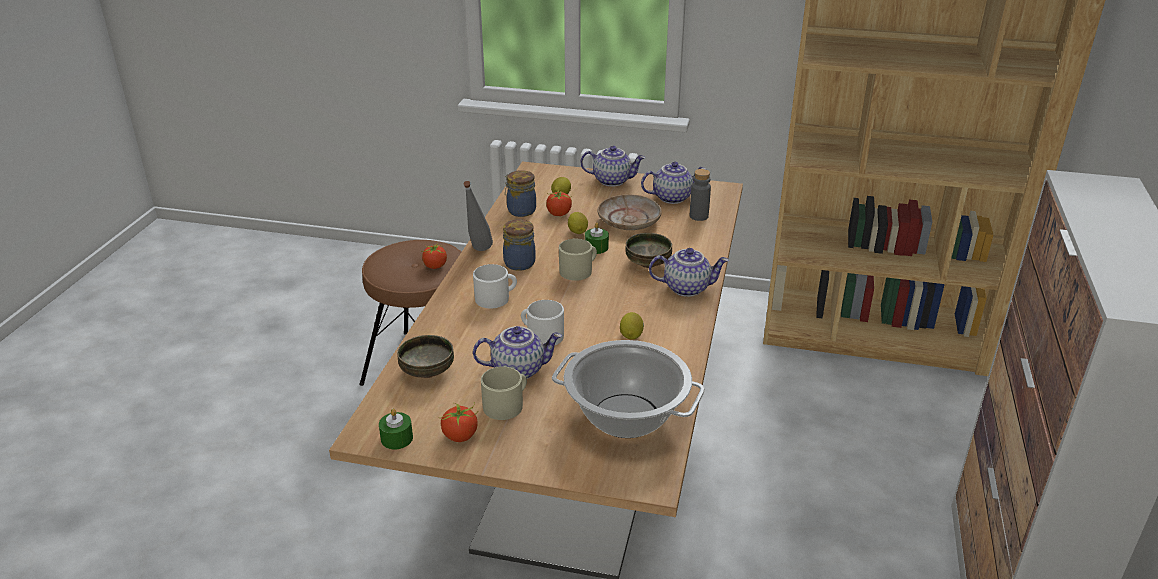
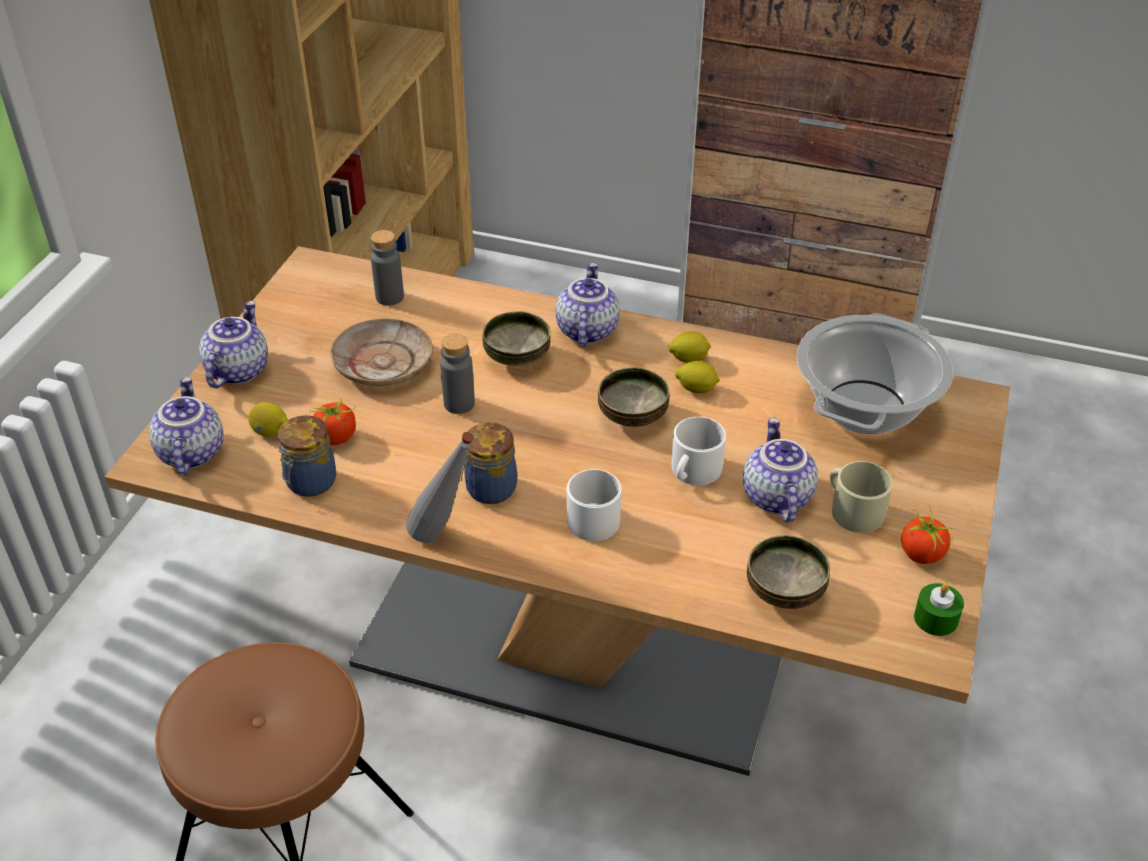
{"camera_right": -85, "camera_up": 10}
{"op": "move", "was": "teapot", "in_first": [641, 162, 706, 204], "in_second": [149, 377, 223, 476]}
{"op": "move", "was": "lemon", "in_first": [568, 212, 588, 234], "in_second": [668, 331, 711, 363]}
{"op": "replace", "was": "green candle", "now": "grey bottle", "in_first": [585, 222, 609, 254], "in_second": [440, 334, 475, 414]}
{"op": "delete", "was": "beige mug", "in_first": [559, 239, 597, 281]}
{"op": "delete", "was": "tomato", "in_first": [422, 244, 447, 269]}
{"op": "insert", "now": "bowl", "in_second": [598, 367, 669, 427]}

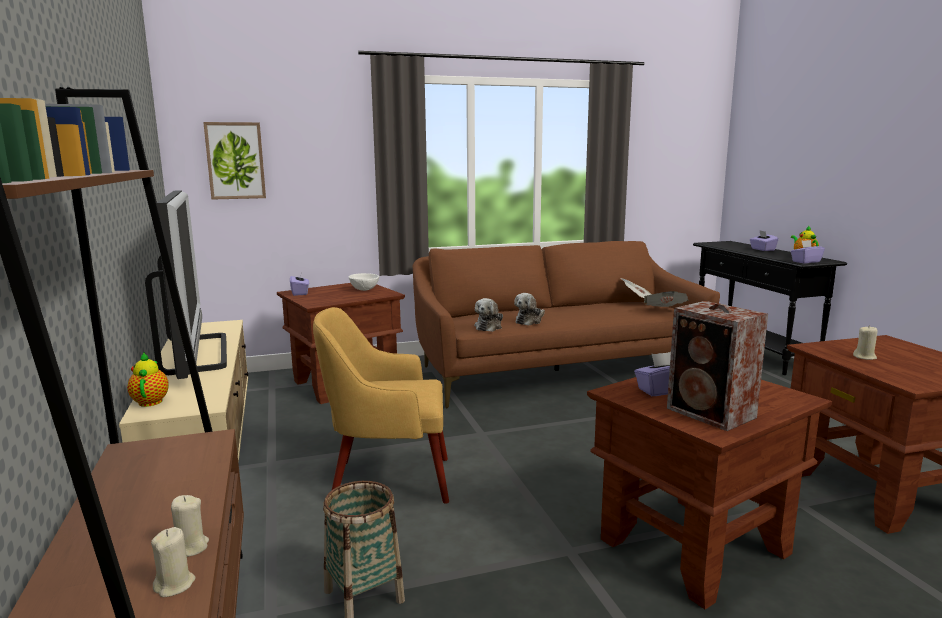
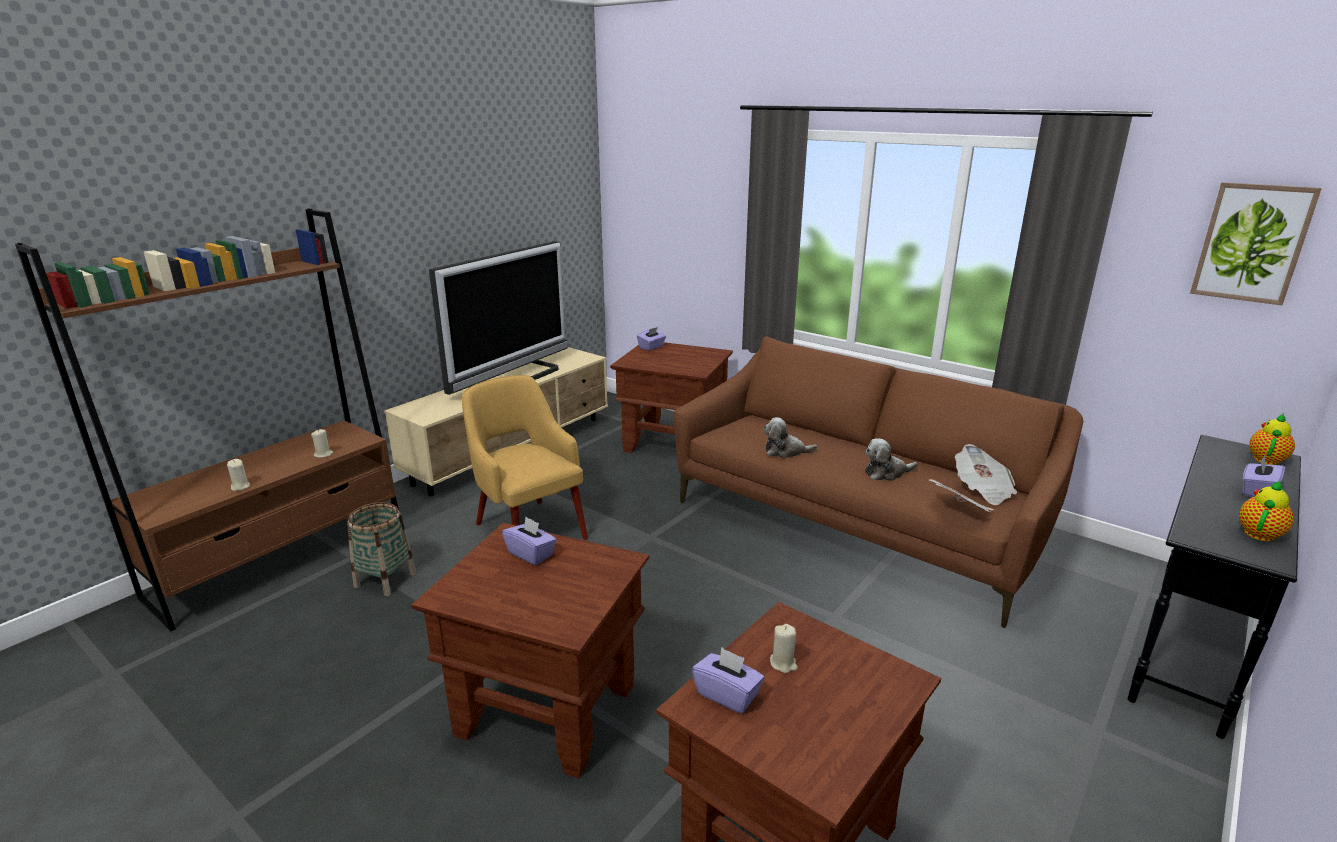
{"camera_right": 55, "camera_up": 10}
{"op": "move", "was": "picture", "in_first": [203, 122, 266, 200], "in_second": [1190, 182, 1322, 305]}
{"op": "move", "was": "purple tissue box", "in_first": [790, 240, 825, 264], "in_second": [692, 647, 764, 714]}
{"op": "delete", "was": "white bowl", "in_first": [349, 273, 379, 291]}
{"op": "move", "was": "plush toy", "in_first": [474, 298, 503, 332], "in_second": [865, 438, 918, 481]}
{"op": "delete", "was": "speaker", "in_first": [667, 301, 768, 431]}
{"op": "move", "was": "teapot", "in_first": [127, 352, 169, 407], "in_second": [1249, 413, 1295, 465]}
{"op": "move", "was": "beige candle", "in_first": [151, 527, 196, 597], "in_second": [311, 429, 333, 458]}

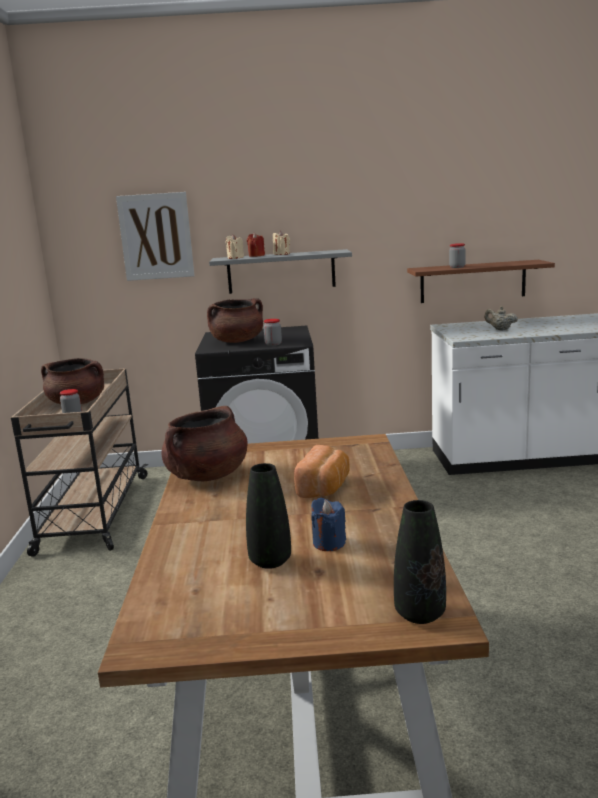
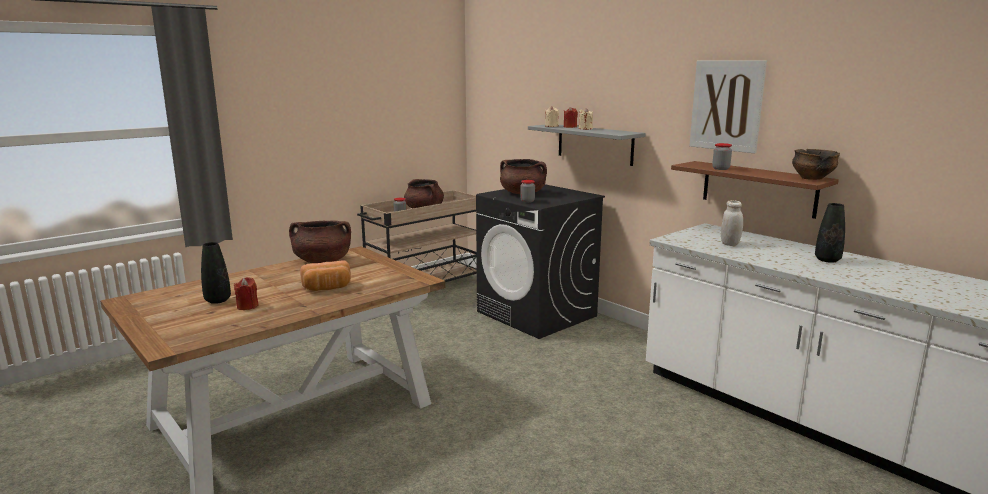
{"camera_right": 50, "camera_up": 0}
{"op": "move", "was": "picture", "in_first": [116, 192, 194, 281], "in_second": [689, 60, 767, 154]}
{"op": "replace", "was": "beige teapot", "now": "white jar", "in_first": [484, 306, 518, 331], "in_second": [721, 200, 743, 246]}
{"op": "recolor", "was": "blue candle", "now": "red candle", "in_first": [311, 498, 346, 551], "in_second": [234, 277, 259, 310]}
{"op": "move", "was": "black vase", "in_first": [394, 500, 446, 624], "in_second": [815, 203, 845, 263]}
{"op": "insert", "now": "bowl", "in_second": [792, 149, 840, 180]}

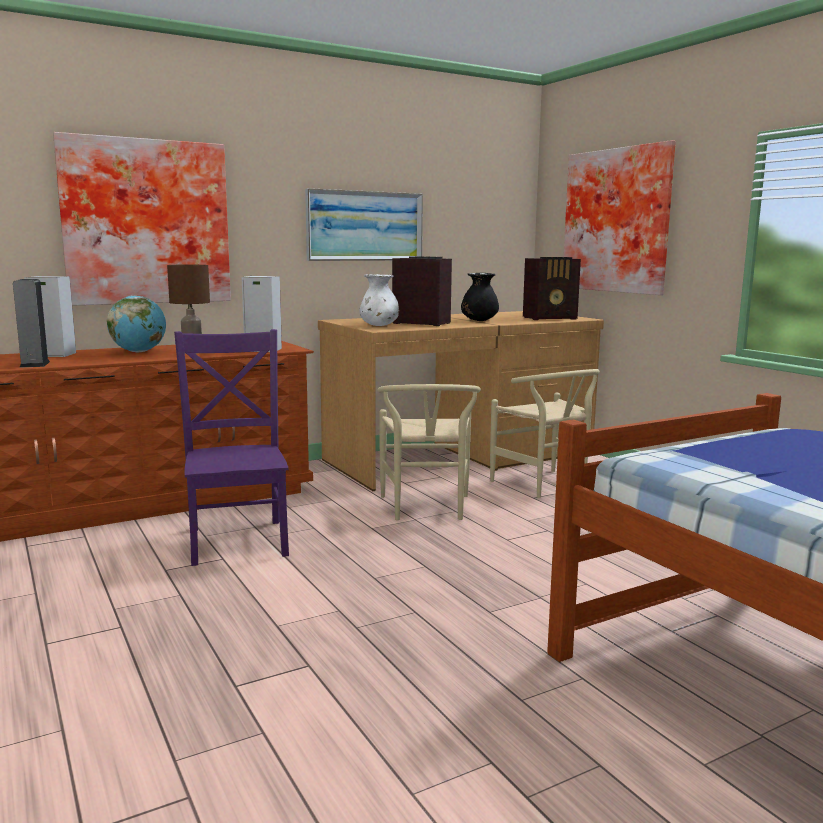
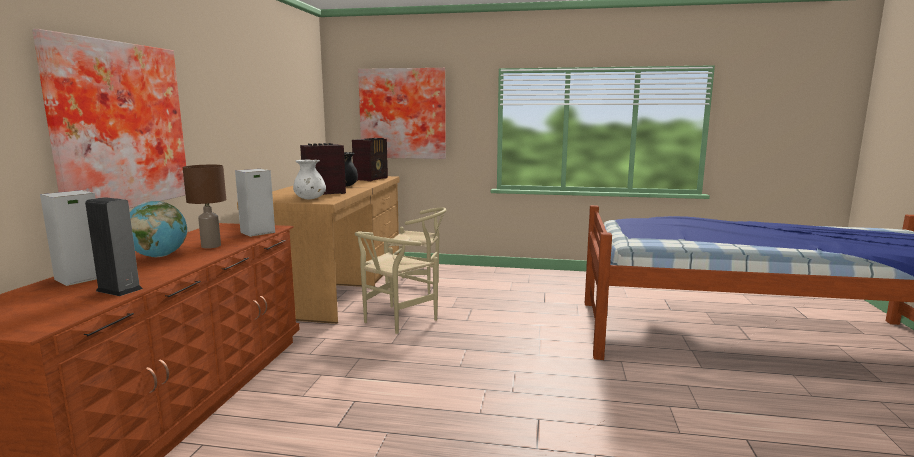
{"camera_right": -50, "camera_up": 0}
{"op": "delete", "was": "picture", "in_first": [305, 188, 423, 261]}
{"op": "delete", "was": "purple chair", "in_first": [174, 329, 289, 566]}
{"op": "rotate", "was": "beige chair", "in_first": [378, 384, 481, 520], "in_second": [355, 231, 438, 334], "clockwise": 90}

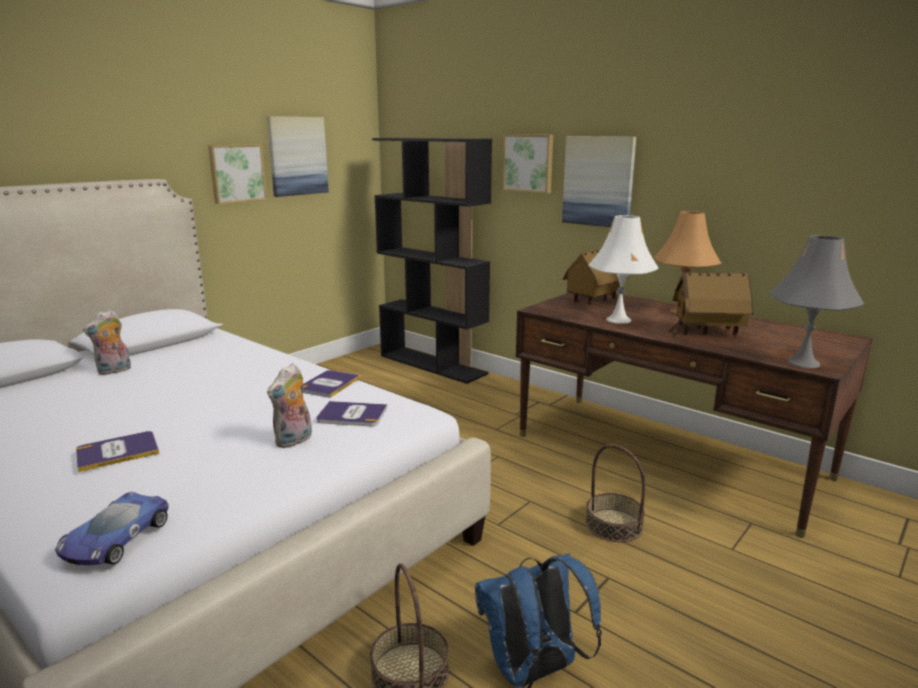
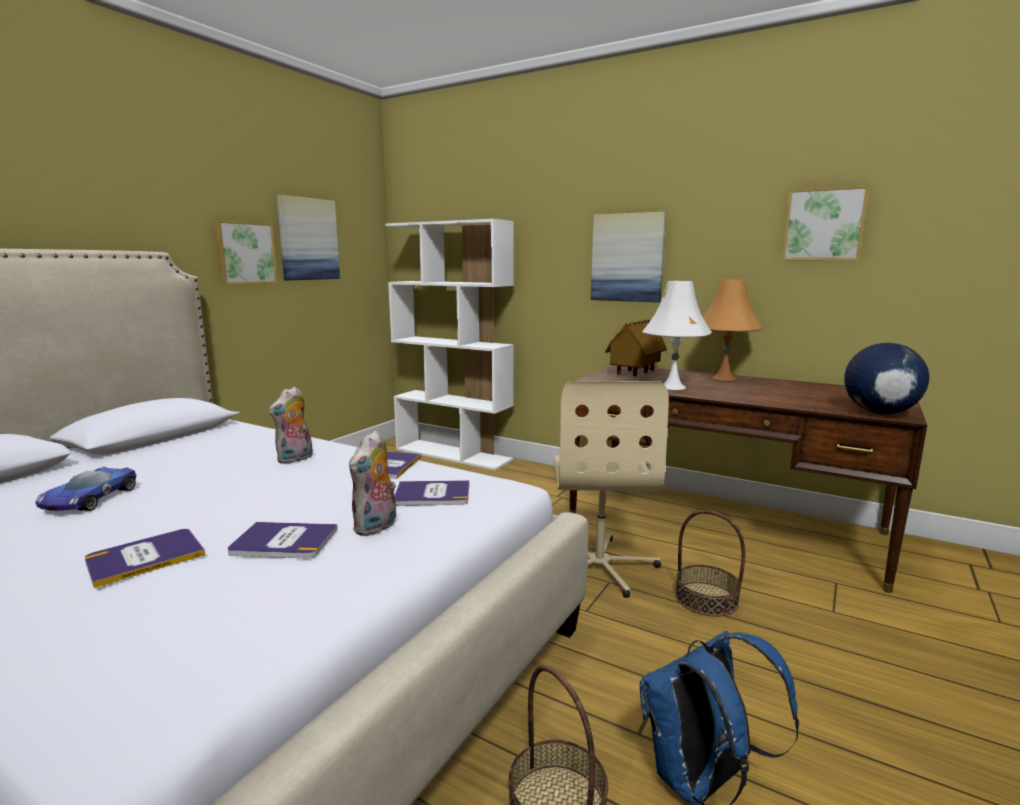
{"camera_right": -10, "camera_up": -5}
{"op": "move", "was": "picture", "in_first": [502, 134, 553, 193], "in_second": [782, 185, 869, 260]}
{"op": "recolor", "was": "black bookcase", "now": "white bookcase", "in_first": [372, 138, 492, 384], "in_second": [385, 219, 514, 470]}
{"op": "replace", "was": "grey table lamp", "now": "globe", "in_first": [769, 235, 864, 368], "in_second": [844, 343, 929, 414]}
{"op": "delete", "was": "toy house", "in_first": [669, 272, 753, 337]}
{"op": "move", "was": "plush toy", "in_first": [83, 310, 131, 375], "in_second": [268, 387, 313, 464]}
{"op": "move", "was": "toy car", "in_first": [55, 492, 169, 565], "in_second": [35, 467, 136, 511]}
{"op": "insert", "now": "beige office chair", "in_second": [554, 381, 669, 598]}
{"op": "insert", "now": "book", "in_second": [228, 522, 337, 558]}

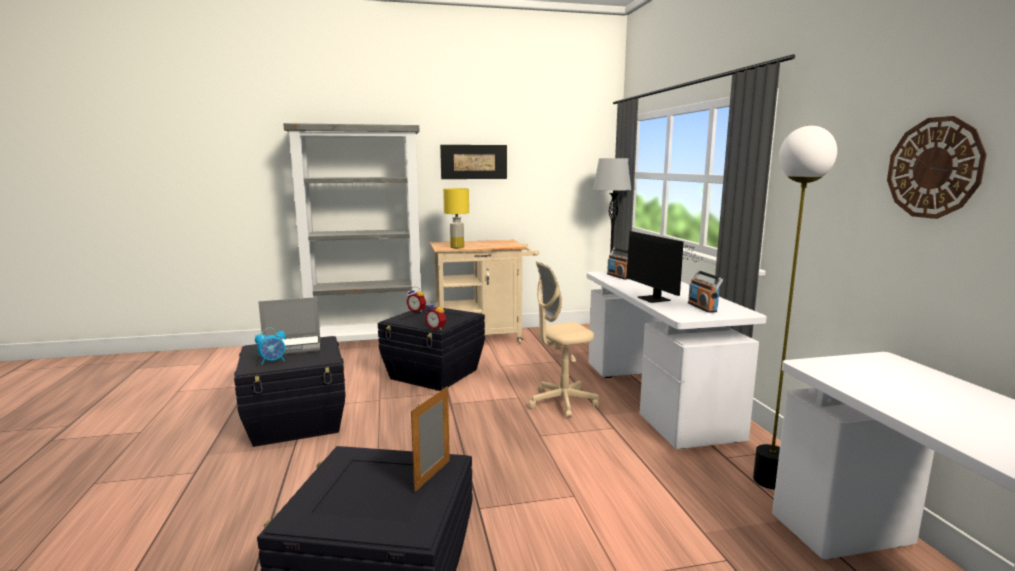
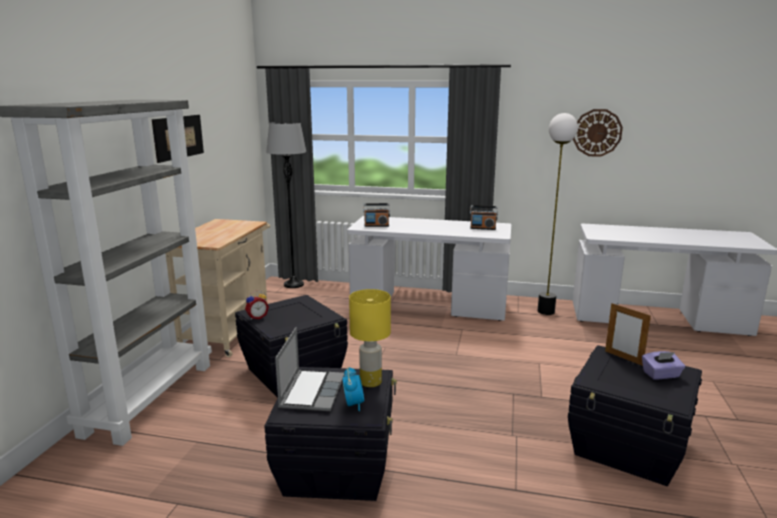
{"camera_right": -65, "camera_up": 5}
{"op": "move", "was": "yellow table lamp", "in_first": [443, 188, 469, 248], "in_second": [349, 289, 391, 387]}
{"op": "delete", "was": "monitor", "in_first": [626, 231, 702, 303]}
{"op": "delete", "was": "beige office chair", "in_first": [528, 261, 599, 418]}
{"op": "delete", "was": "alarm clock", "in_first": [425, 301, 446, 330]}
{"op": "insert", "now": "purple tissue box", "in_second": [642, 351, 685, 380]}

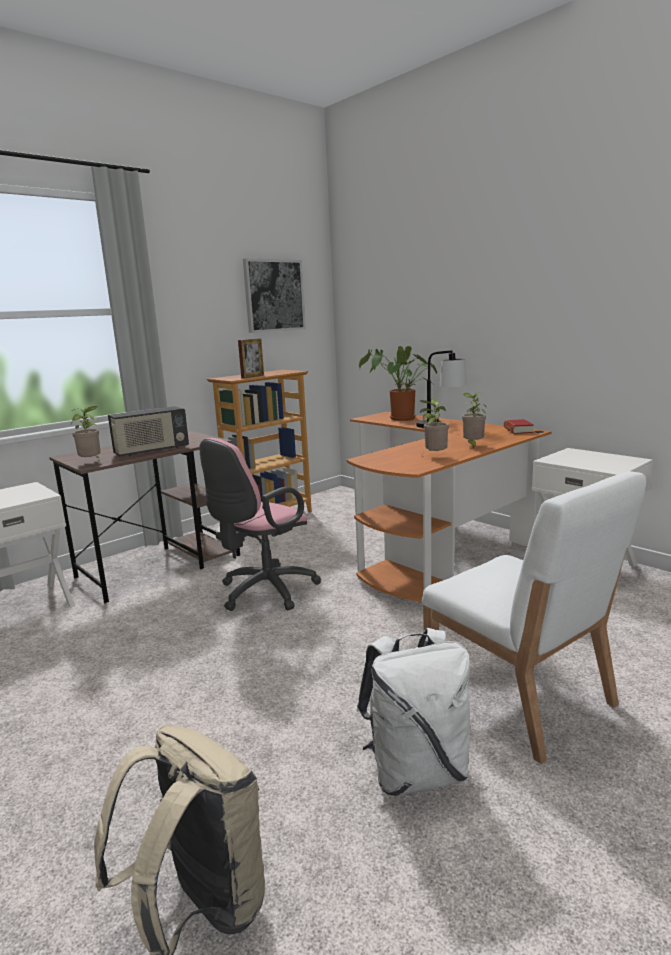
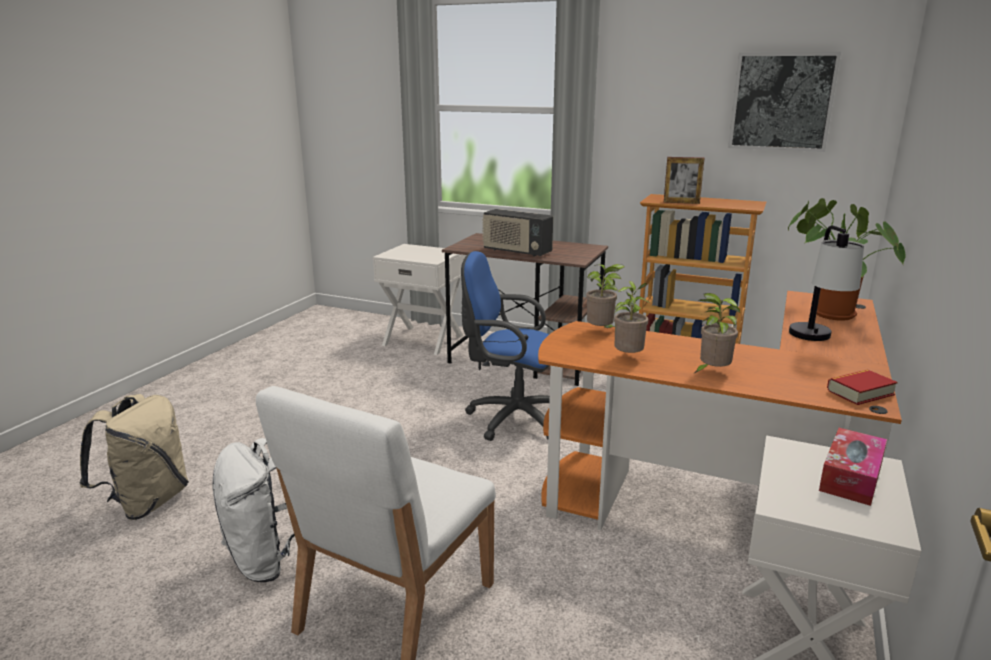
{"camera_right": 65, "camera_up": 5}
{"op": "move", "was": "potted plant", "in_first": [71, 406, 101, 459], "in_second": [586, 264, 625, 328]}
{"op": "recolor", "was": "pink office chair", "now": "blue office chair", "in_first": [199, 438, 321, 611], "in_second": [461, 251, 550, 441]}
{"op": "insert", "now": "tissue box", "in_second": [819, 428, 887, 506]}

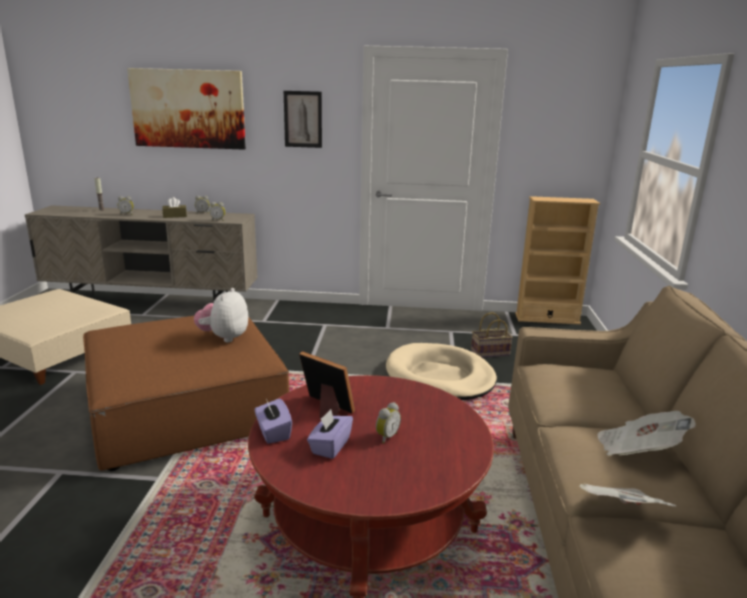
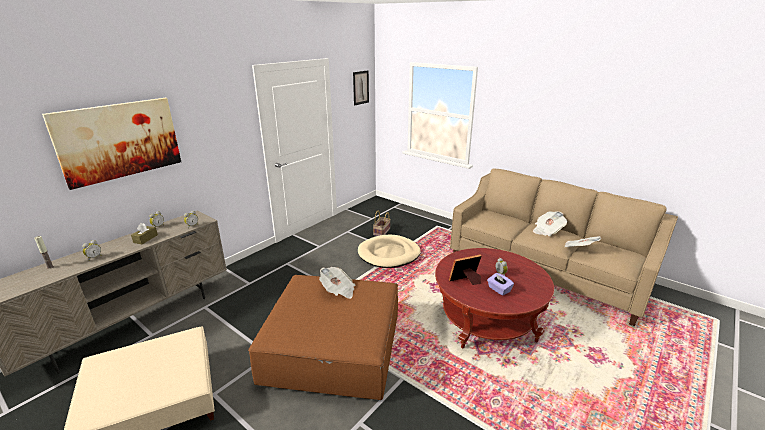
{"camera_right": -55, "camera_up": 5}
{"op": "move", "was": "picture", "in_first": [284, 91, 322, 148], "in_second": [353, 70, 369, 105]}
{"op": "delete", "was": "beige bookcase", "in_first": [515, 196, 600, 325]}
{"op": "replace", "was": "plush toy", "now": "newspaper", "in_first": [194, 288, 248, 342], "in_second": [319, 267, 356, 299]}
{"op": "delete", "was": "purple tissue box", "in_first": [254, 399, 292, 444]}

